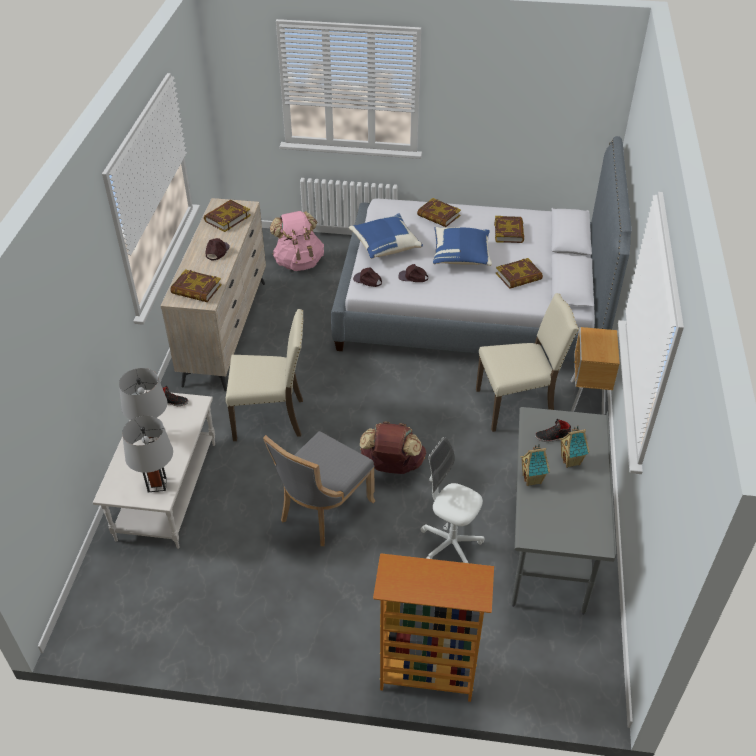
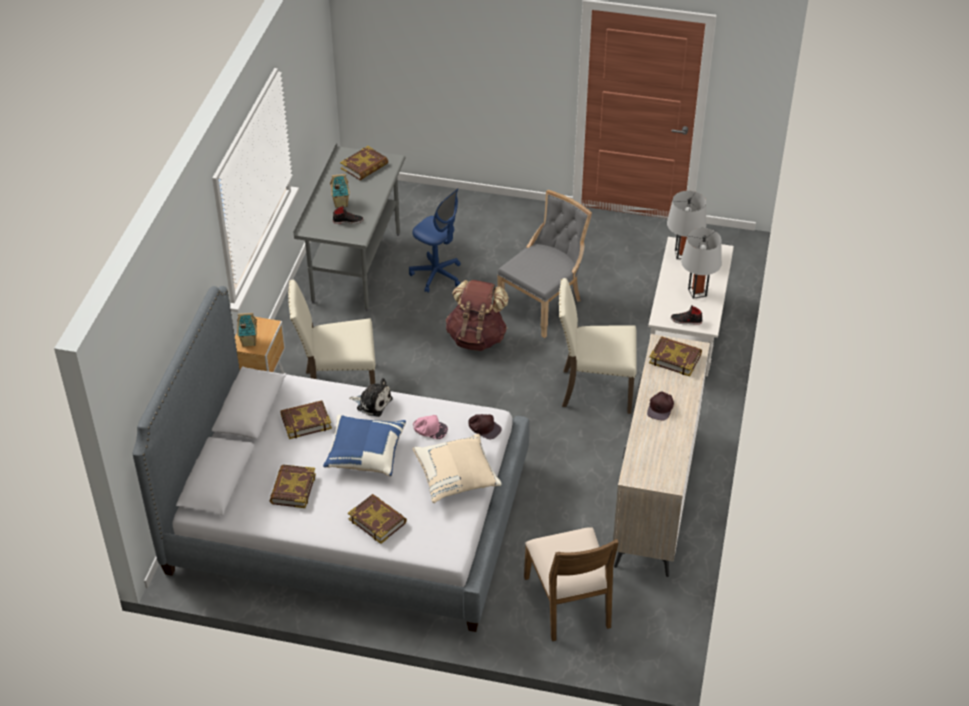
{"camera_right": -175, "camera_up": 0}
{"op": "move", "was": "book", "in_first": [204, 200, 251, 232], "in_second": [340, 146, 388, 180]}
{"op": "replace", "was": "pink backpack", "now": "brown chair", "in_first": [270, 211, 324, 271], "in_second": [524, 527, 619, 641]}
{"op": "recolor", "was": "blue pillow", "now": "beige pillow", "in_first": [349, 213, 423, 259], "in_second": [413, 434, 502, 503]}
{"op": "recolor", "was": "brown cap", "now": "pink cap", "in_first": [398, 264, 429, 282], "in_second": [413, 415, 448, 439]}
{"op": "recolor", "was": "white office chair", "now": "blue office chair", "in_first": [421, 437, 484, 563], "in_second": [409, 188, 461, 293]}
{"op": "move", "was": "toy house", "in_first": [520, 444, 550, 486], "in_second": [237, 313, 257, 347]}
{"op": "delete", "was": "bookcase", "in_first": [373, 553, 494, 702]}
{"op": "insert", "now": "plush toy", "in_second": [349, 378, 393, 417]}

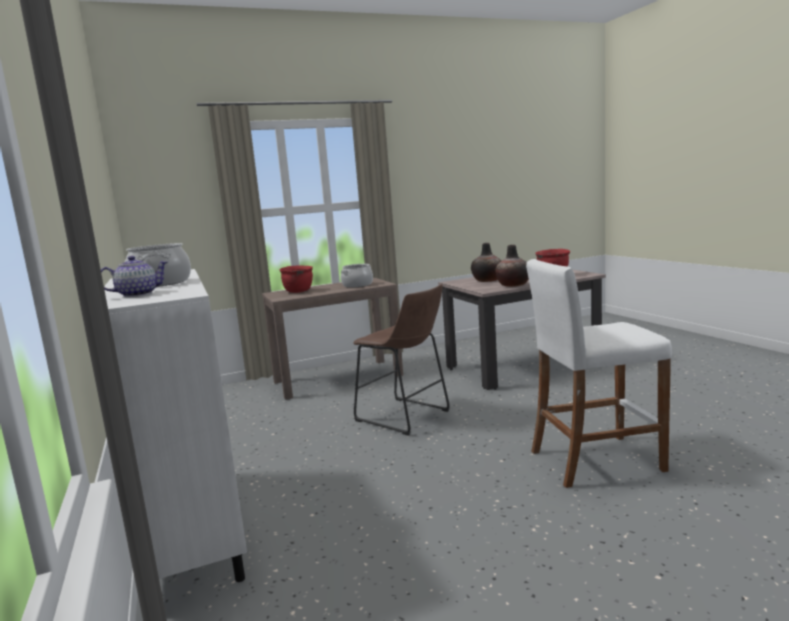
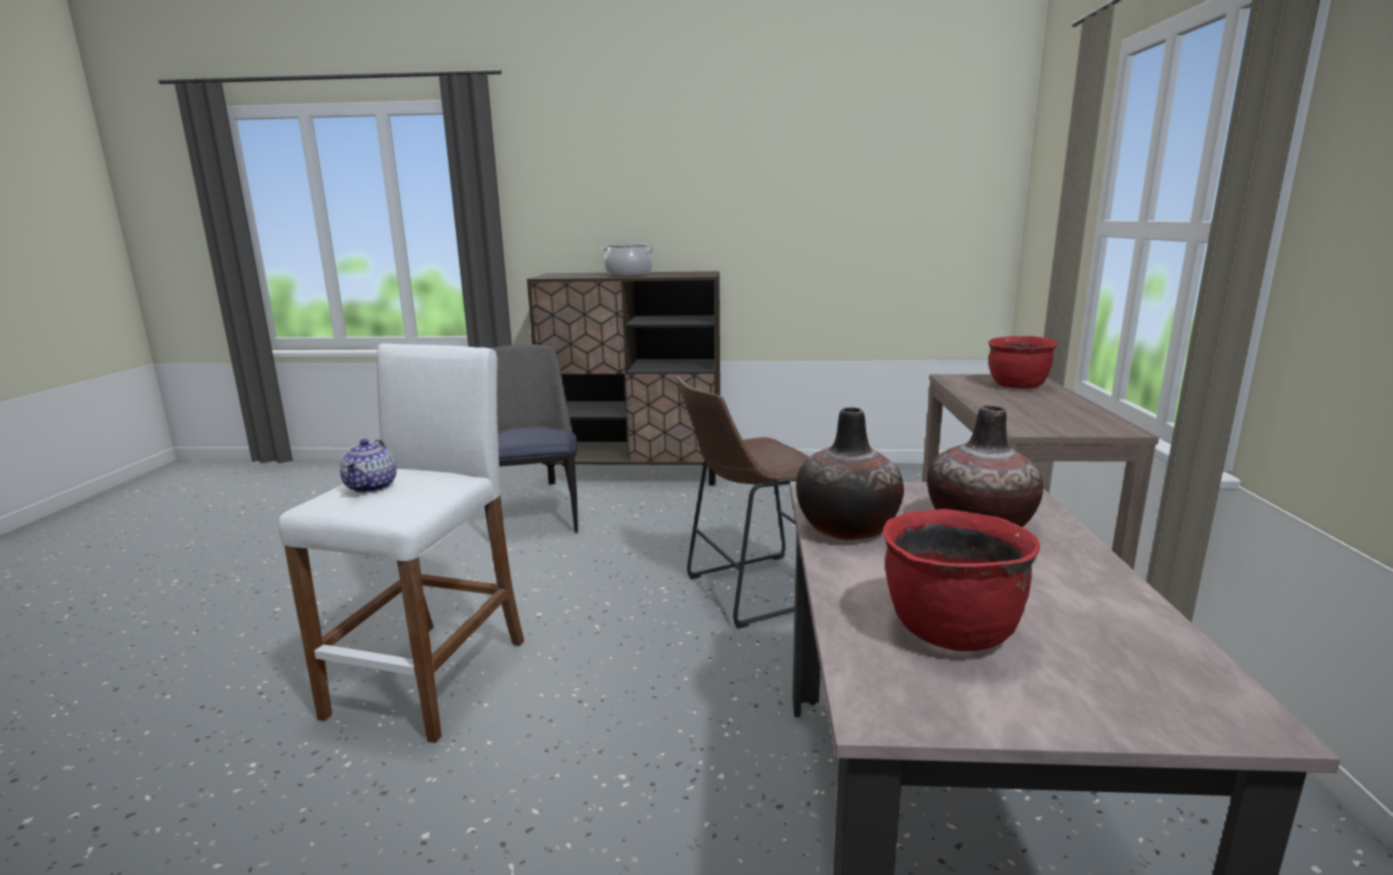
{"camera_right": 115, "camera_up": 5}
{"op": "move", "was": "teapot", "in_first": [101, 256, 168, 297], "in_second": [340, 439, 396, 493]}
{"op": "delete", "was": "cooking pot", "in_first": [341, 264, 373, 287]}
{"op": "recolor", "was": "white cabinet", "now": "brown cabinet", "in_first": [104, 269, 247, 582], "in_second": [527, 271, 720, 486]}
{"op": "insert", "now": "chair", "in_second": [484, 344, 578, 539]}

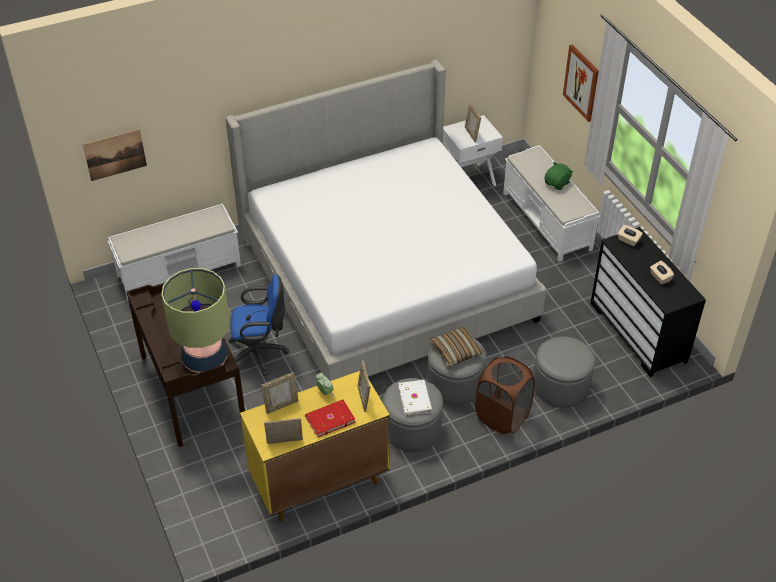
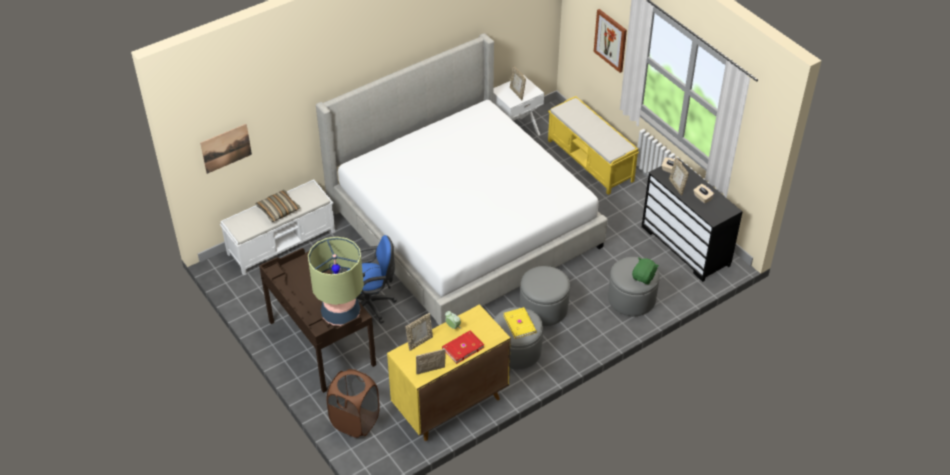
{"camera_right": -10, "camera_up": 0}
{"op": "recolor", "was": "white bench", "now": "yellow bench", "in_first": [503, 145, 600, 262], "in_second": [548, 96, 639, 195]}
{"op": "move", "was": "green plush toy", "in_first": [545, 162, 573, 190], "in_second": [632, 257, 659, 285]}
{"op": "move", "was": "pillow", "in_first": [429, 326, 484, 367], "in_second": [256, 190, 300, 222]}
{"op": "move", "was": "brown laundry basket", "in_first": [475, 357, 535, 434], "in_second": [327, 369, 380, 438]}
{"op": "move", "was": "picture frame", "in_first": [358, 360, 370, 412], "in_second": [669, 157, 689, 196]}
{"op": "recolor", "was": "white book", "now": "yellow book", "in_first": [398, 380, 432, 416], "in_second": [503, 307, 537, 339]}

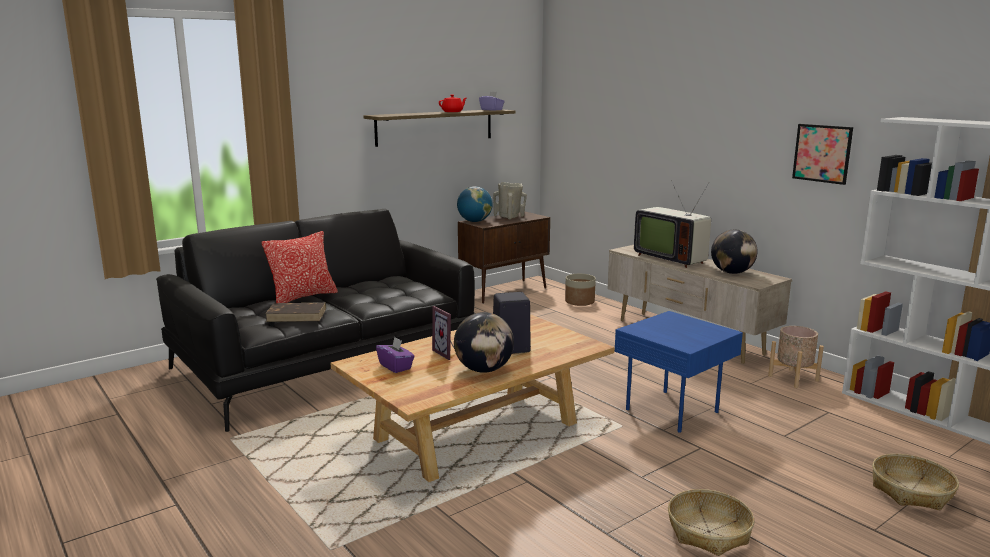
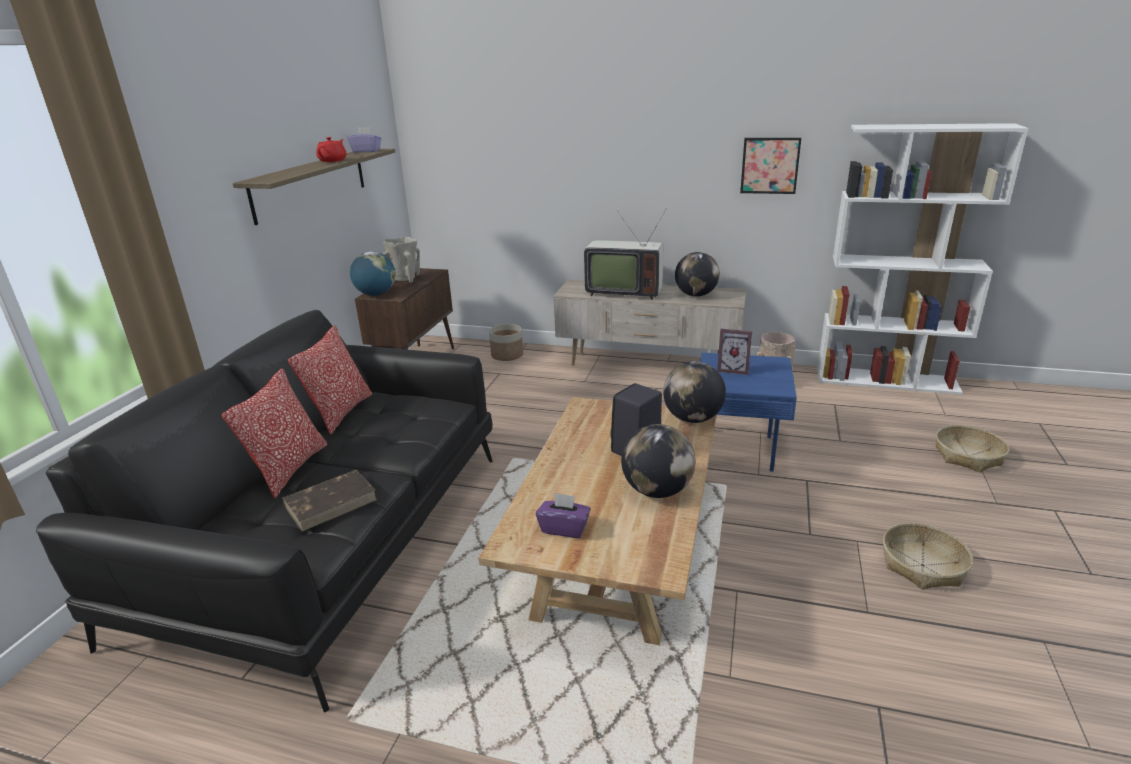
{"camera_right": -35, "camera_up": 10}
{"op": "move", "was": "picture frame", "in_first": [432, 306, 454, 360], "in_second": [717, 329, 752, 375]}
{"op": "insert", "now": "pillow", "in_second": [288, 325, 372, 435]}
{"op": "insert", "now": "globe", "in_second": [663, 361, 726, 423]}

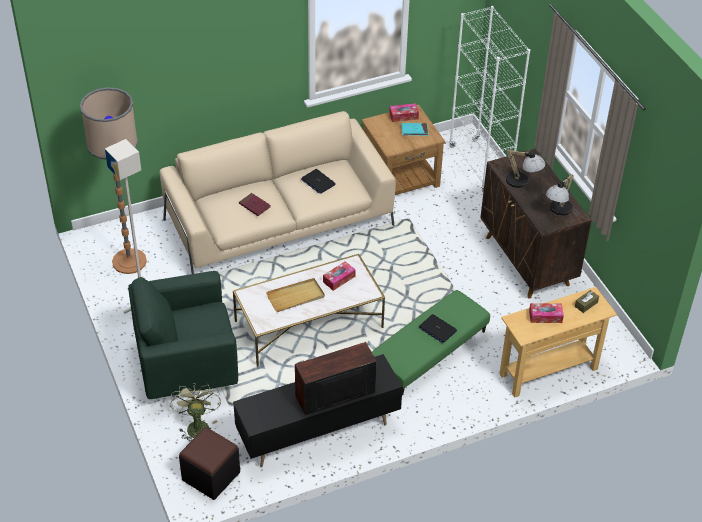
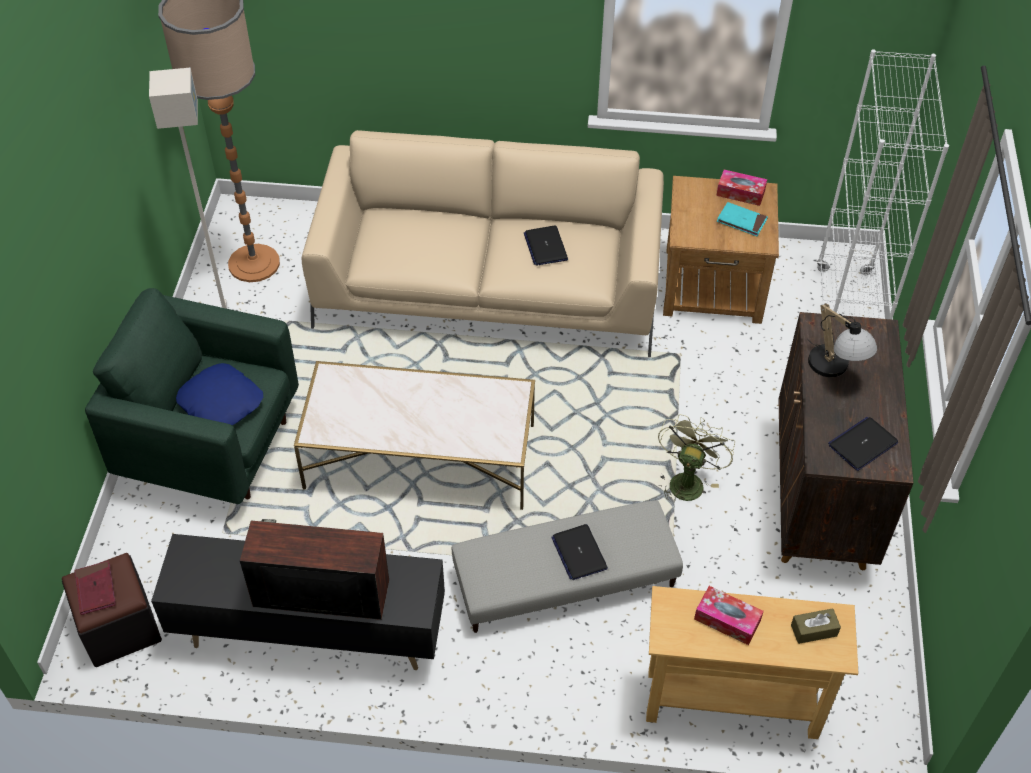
{"camera_right": 30, "camera_up": 5}
{"op": "replace", "was": "table lamp", "now": "laptop", "in_first": [546, 174, 574, 216], "in_second": [828, 417, 898, 471]}
{"op": "move", "was": "red book", "in_first": [239, 193, 270, 216], "in_second": [75, 561, 116, 615]}
{"op": "delete", "was": "tissue box", "in_first": [323, 261, 356, 291]}
{"op": "delete", "was": "beige tray", "in_first": [266, 278, 325, 312]}
{"op": "recolor", "was": "green ottoman", "now": "grey ottoman", "in_first": [372, 290, 490, 395], "in_second": [452, 500, 683, 633]}
{"op": "move", "was": "green fan", "in_first": [170, 383, 221, 442], "in_second": [658, 414, 735, 503]}
{"op": "insert", "now": "blue pillow", "in_second": [176, 363, 263, 425]}

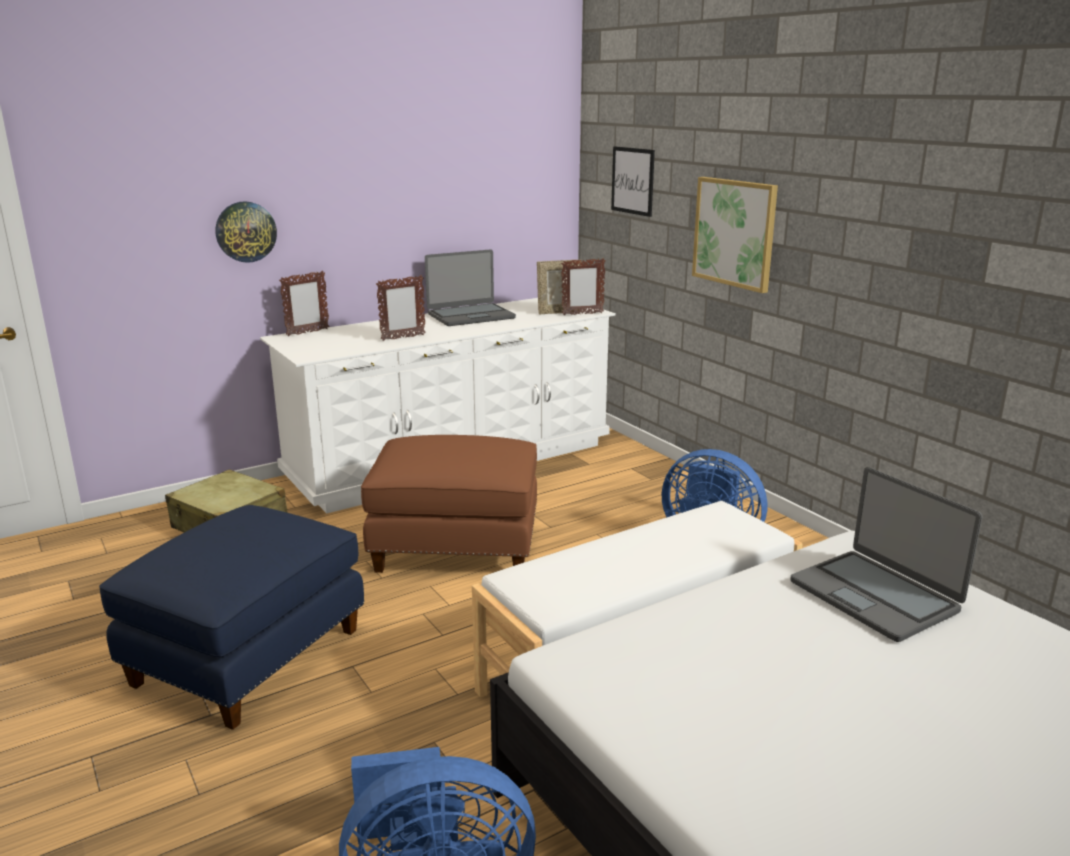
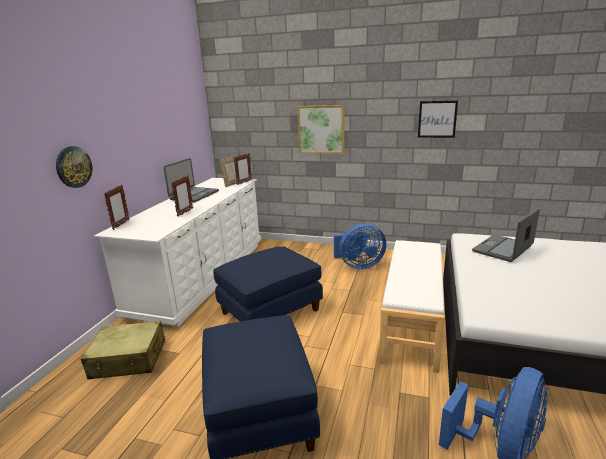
{"camera_right": -40, "camera_up": 0}
{"op": "move", "was": "picture", "in_first": [611, 146, 655, 217], "in_second": [418, 101, 458, 138]}
{"op": "recolor", "was": "brown ottoman", "now": "blue ottoman", "in_first": [361, 435, 537, 573], "in_second": [213, 246, 323, 322]}
{"op": "rotate", "was": "laptop", "in_first": [790, 467, 982, 642], "in_second": [472, 208, 540, 262], "clockwise": 120}

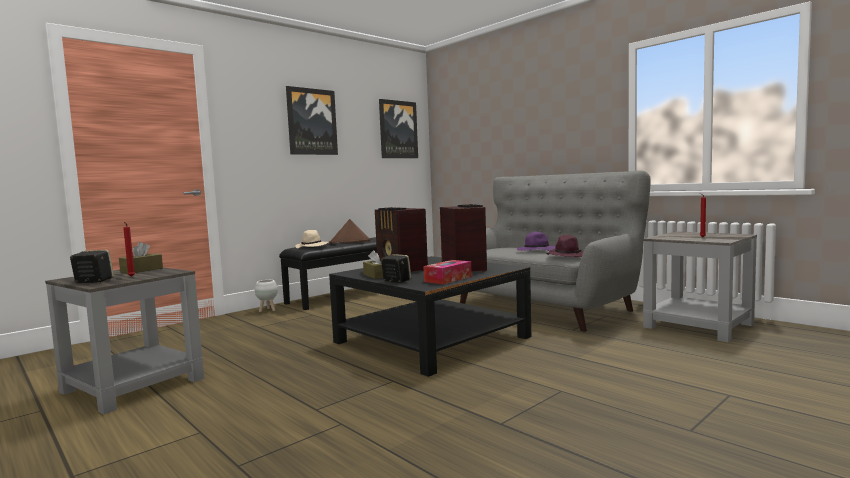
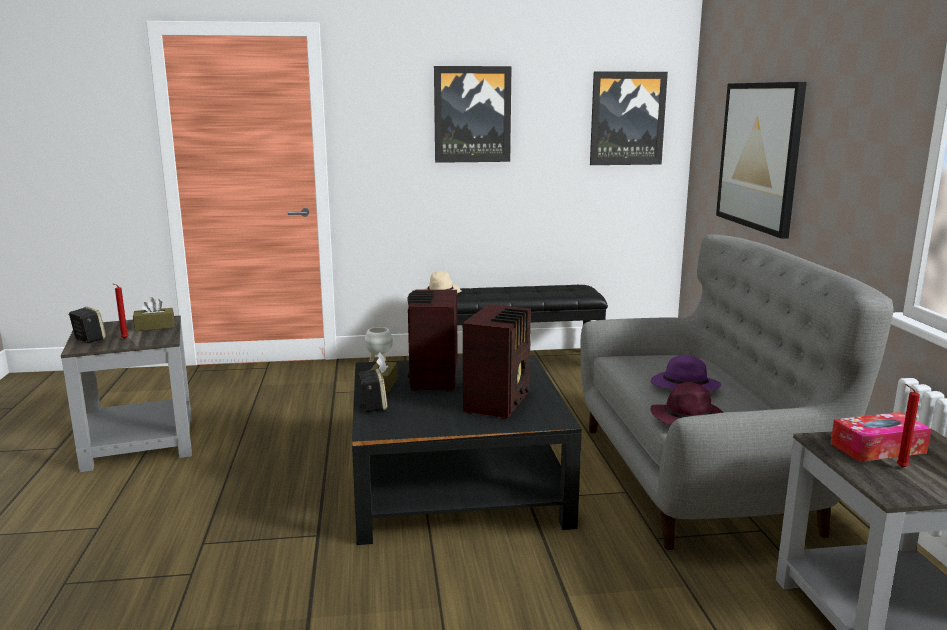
{"camera_right": 35, "camera_up": 10}
{"op": "delete", "was": "brown hat", "in_first": [329, 219, 371, 243]}
{"op": "move", "was": "tissue box", "in_first": [424, 260, 472, 284], "in_second": [831, 412, 931, 462]}
{"op": "insert", "now": "picture", "in_second": [716, 82, 807, 239]}

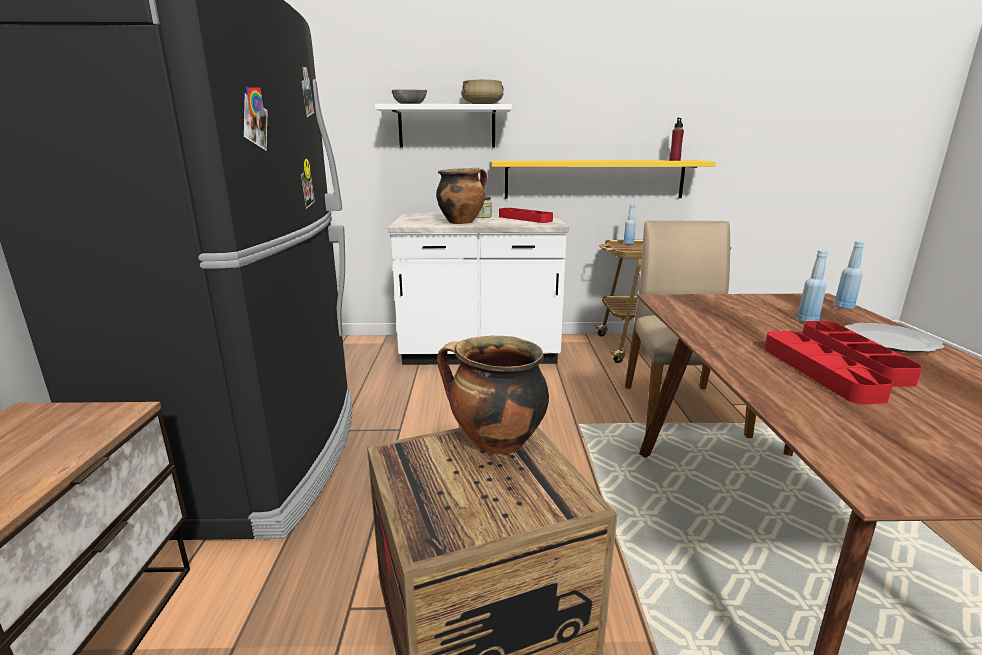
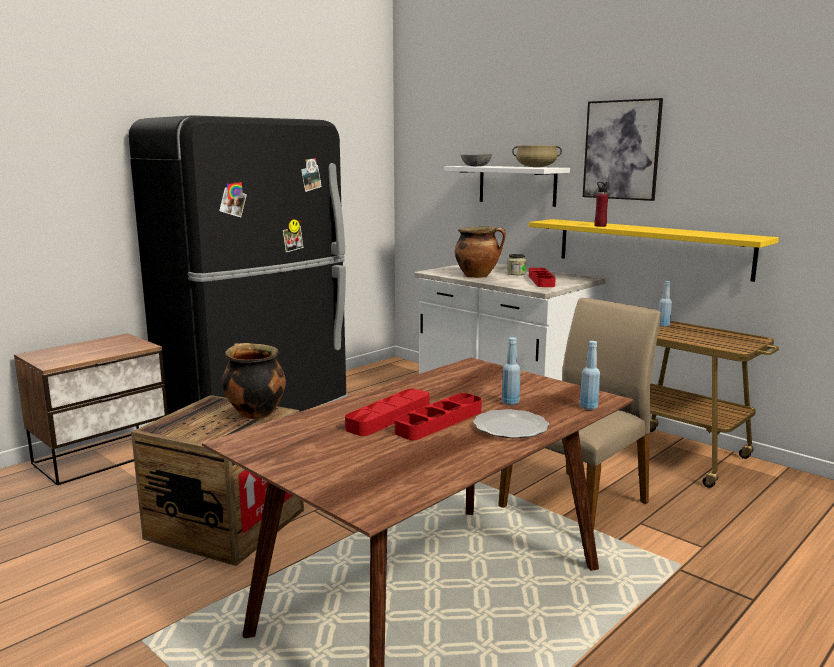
{"camera_right": 45, "camera_up": -5}
{"op": "move", "was": "red bottle", "in_first": [669, 118, 684, 161], "in_second": [595, 182, 608, 227]}
{"op": "insert", "now": "picture", "in_second": [583, 98, 663, 201]}

